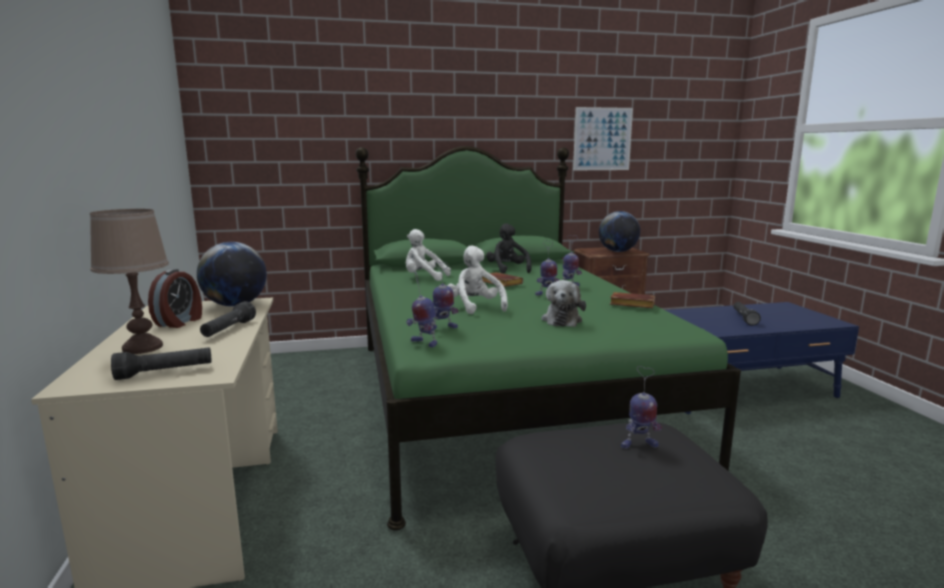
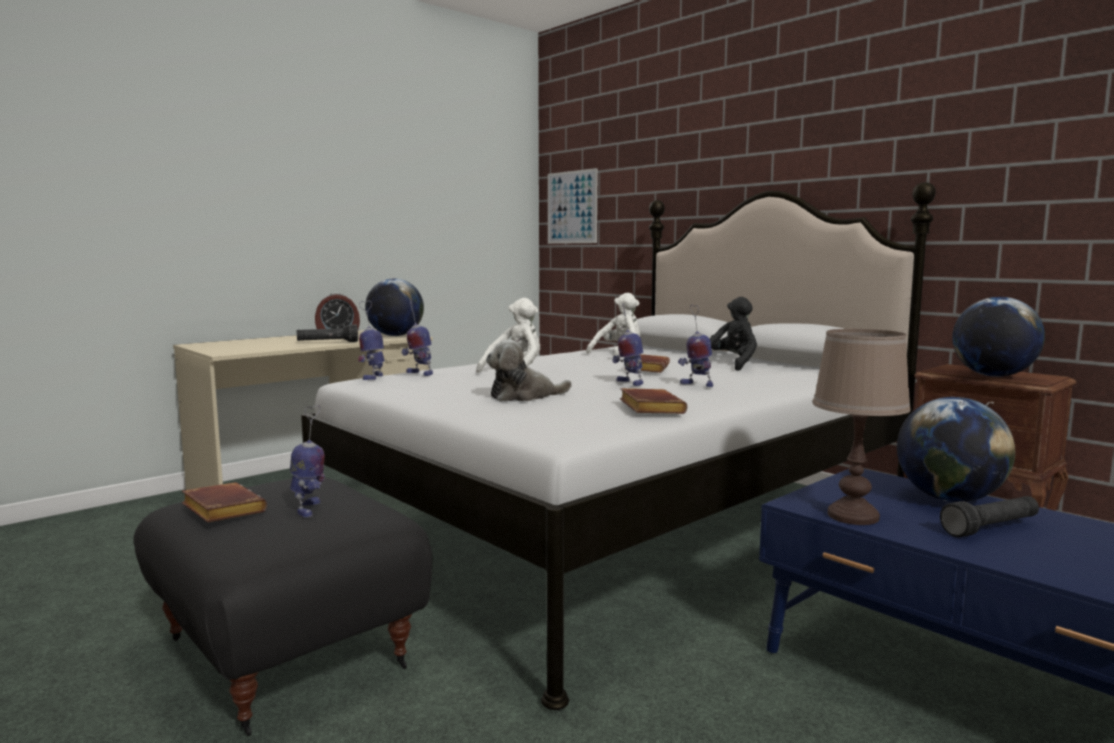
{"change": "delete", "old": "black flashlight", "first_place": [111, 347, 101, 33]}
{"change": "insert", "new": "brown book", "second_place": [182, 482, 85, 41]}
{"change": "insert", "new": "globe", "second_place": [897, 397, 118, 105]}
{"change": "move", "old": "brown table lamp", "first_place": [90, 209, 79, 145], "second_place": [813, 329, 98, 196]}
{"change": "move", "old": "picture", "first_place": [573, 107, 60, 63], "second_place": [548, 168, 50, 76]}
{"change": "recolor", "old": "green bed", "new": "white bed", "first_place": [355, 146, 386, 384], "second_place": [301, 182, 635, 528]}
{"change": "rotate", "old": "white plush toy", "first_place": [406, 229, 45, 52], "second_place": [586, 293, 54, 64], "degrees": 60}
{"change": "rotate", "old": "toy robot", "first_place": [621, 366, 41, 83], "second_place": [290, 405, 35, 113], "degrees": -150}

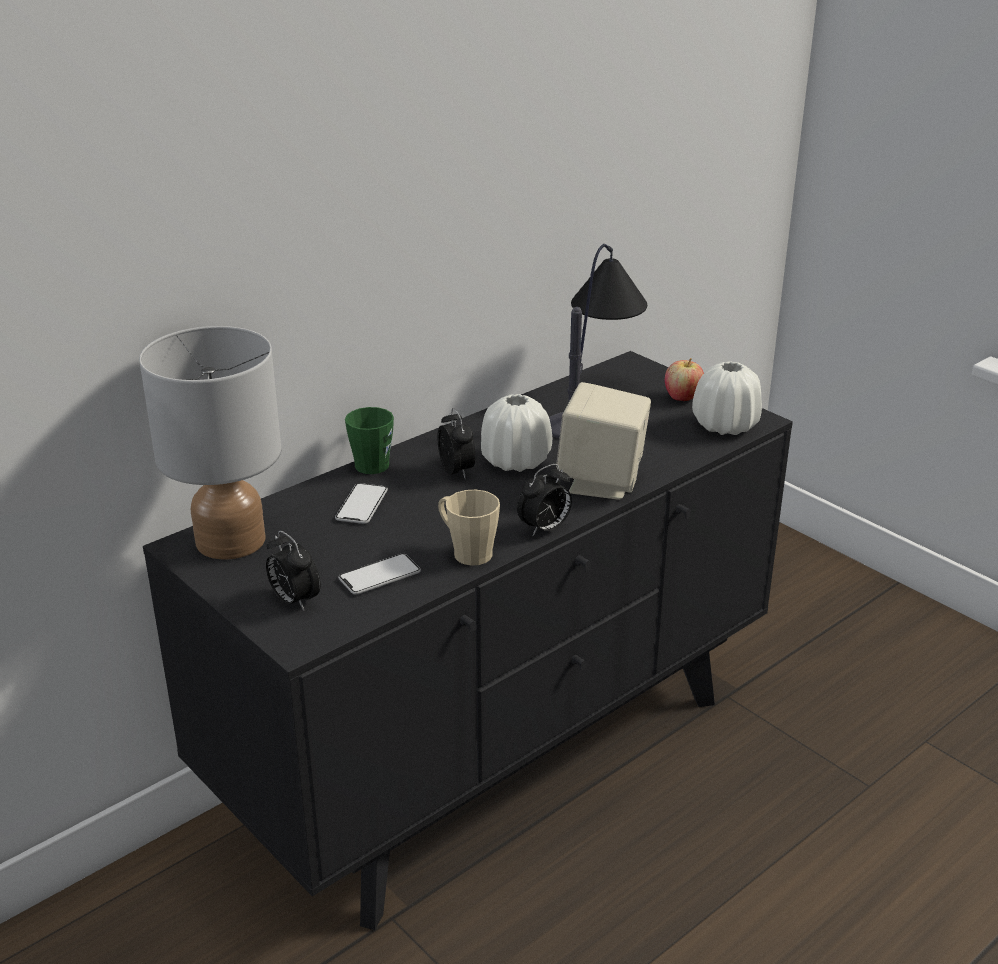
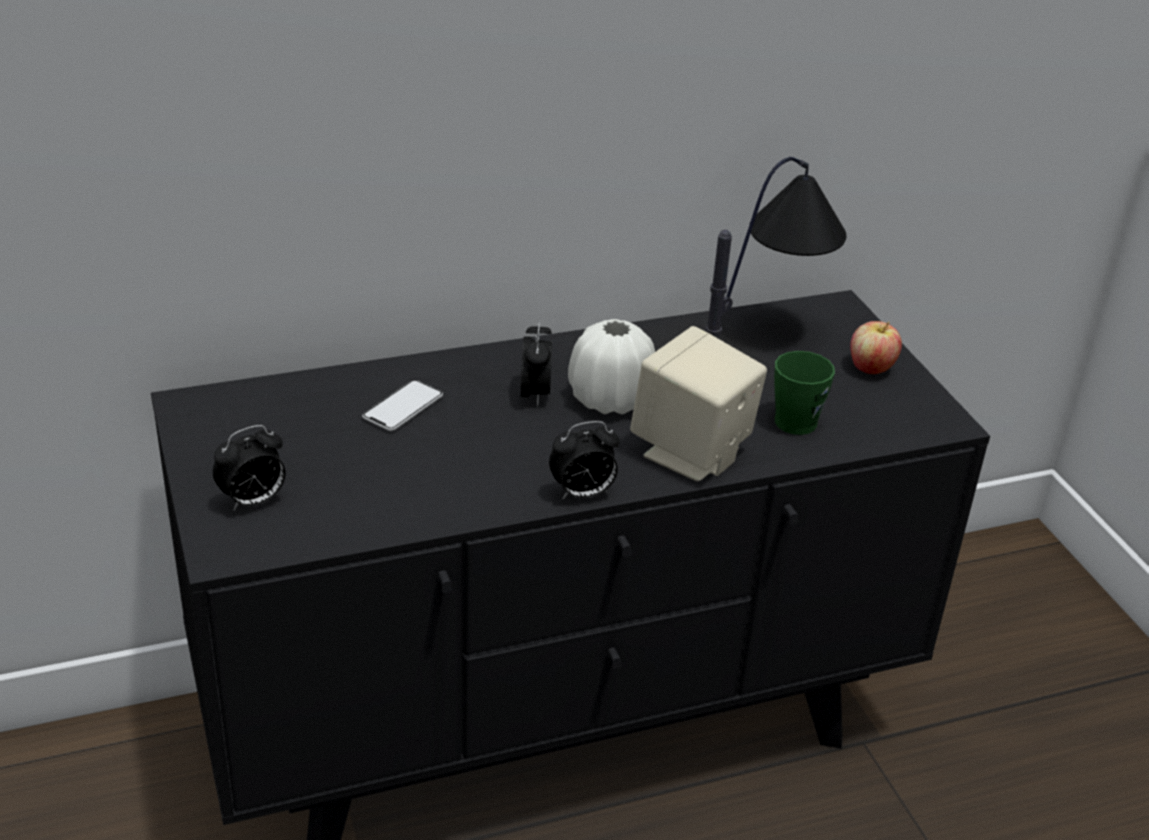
{"change": "delete", "old": "grey table lamp", "first_place": [139, 326, 142, 234]}
{"change": "delete", "old": "phone", "first_place": [338, 554, 83, 41]}
{"change": "delete", "old": "beige mug", "first_place": [438, 490, 62, 76]}
{"change": "delete", "old": "white vase", "first_place": [692, 361, 70, 74]}
{"change": "move", "old": "green mug", "first_place": [345, 407, 49, 67], "second_place": [774, 351, 61, 84]}
{"change": "rotate", "old": "alarm clock", "first_place": [266, 531, 54, 80], "second_place": [213, 425, 73, 86], "degrees": -105}

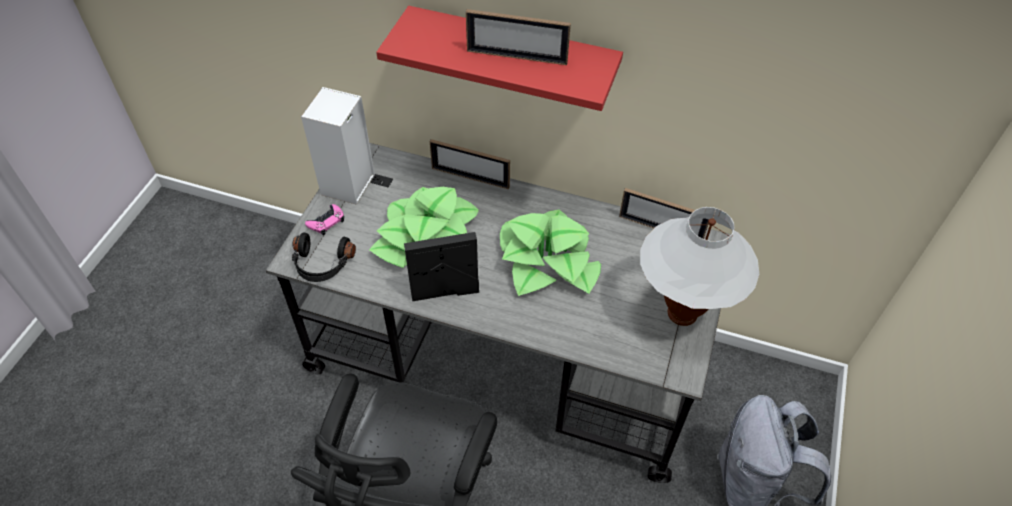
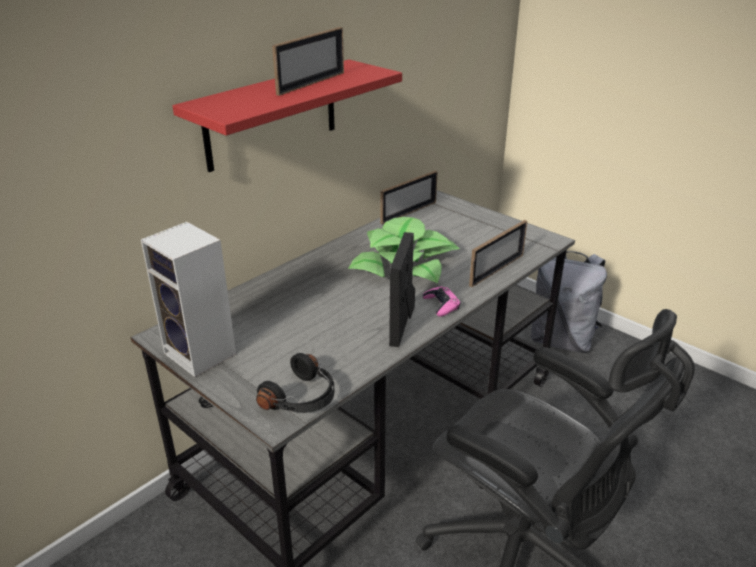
{"change": "delete", "old": "potted plant", "first_place": [369, 187, 110, 81]}
{"change": "delete", "old": "white table lamp", "first_place": [640, 207, 119, 119]}
{"change": "move", "old": "pink game controller", "first_place": [305, 204, 39, 31], "second_place": [422, 286, 38, 31]}
{"change": "move", "old": "picture frame", "first_place": [430, 139, 80, 50], "second_place": [469, 220, 58, 67]}

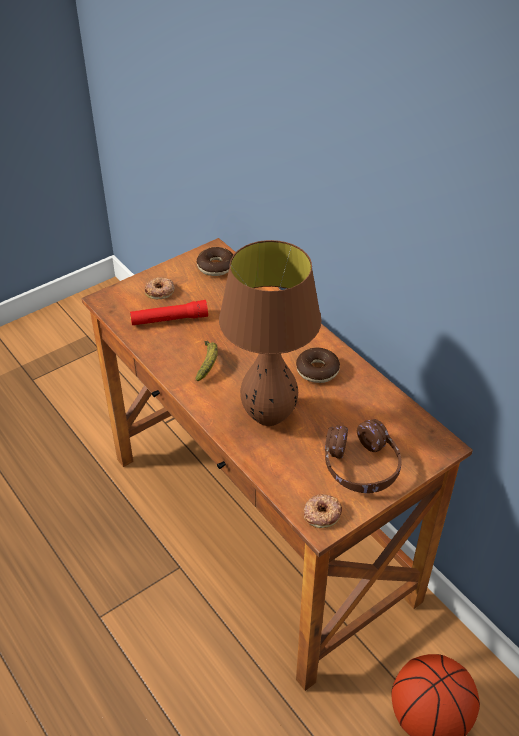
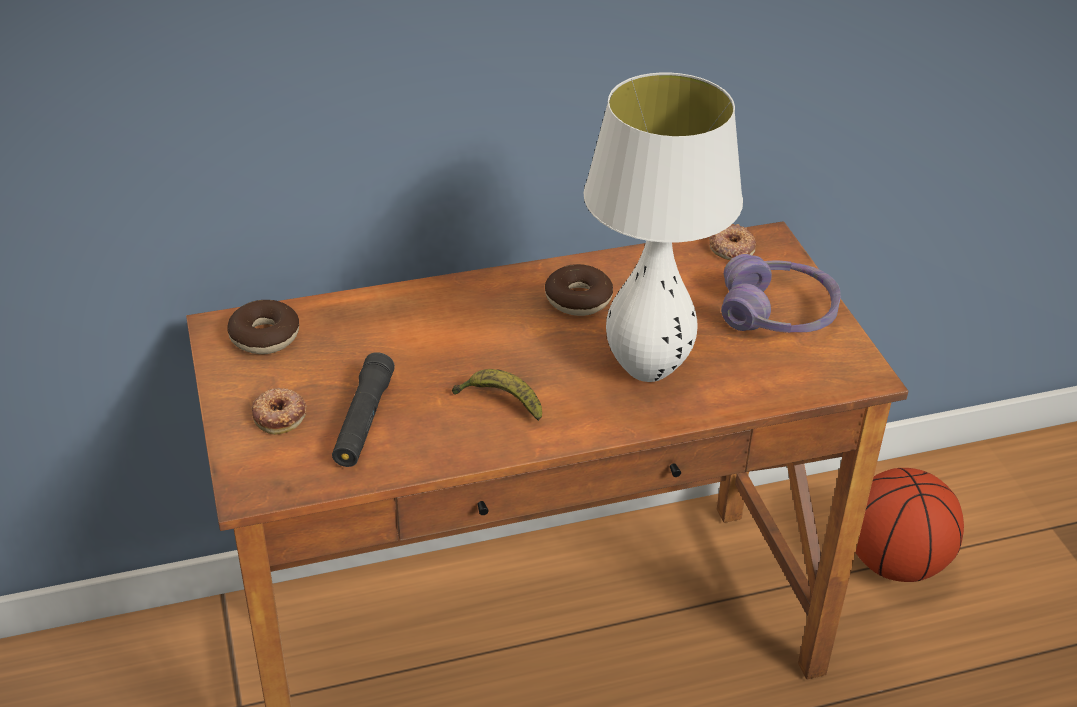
{"change": "move", "old": "donut", "first_place": [304, 494, 38, 34], "second_place": [709, 224, 47, 36]}
{"change": "recolor", "old": "red flashlight", "new": "black flashlight", "first_place": [130, 300, 78, 25], "second_place": [332, 352, 63, 115]}
{"change": "recolor", "old": "brown table lamp", "new": "white table lamp", "first_place": [219, 240, 103, 186], "second_place": [583, 73, 160, 309]}
{"change": "recolor", "old": "brown headphones", "new": "purple headphones", "first_place": [325, 419, 77, 74], "second_place": [721, 254, 120, 79]}

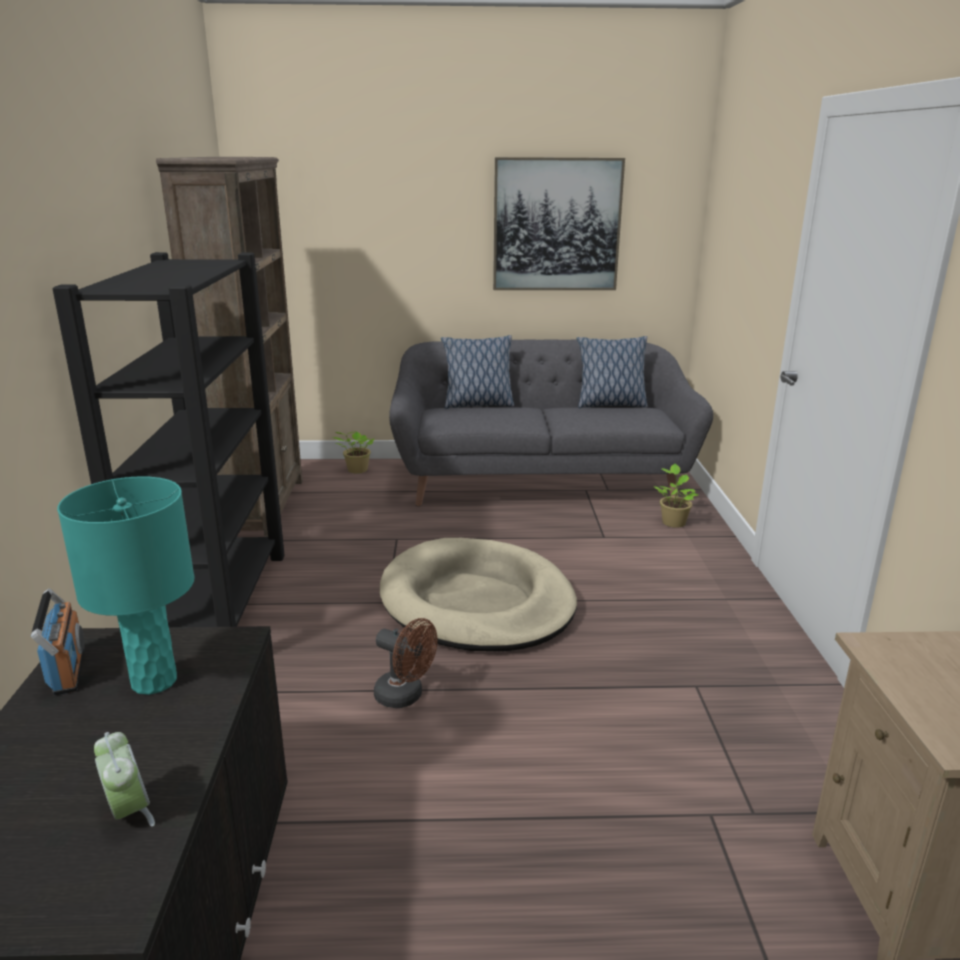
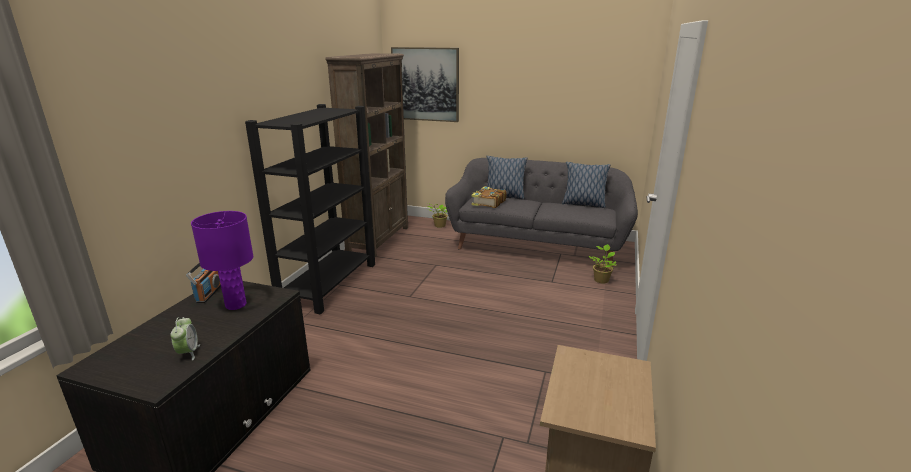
{"change": "delete", "old": "brown fan", "first_place": [374, 618, 64, 90]}
{"change": "delete", "old": "beige dog bed", "first_place": [380, 538, 197, 113]}
{"change": "insert", "new": "book", "second_place": [471, 186, 36, 22]}
{"change": "move", "old": "picture", "first_place": [493, 157, 132, 133], "second_place": [391, 47, 68, 75]}
{"change": "recolor", "old": "turquoise table lamp", "new": "purple table lamp", "first_place": [57, 476, 138, 219], "second_place": [191, 211, 62, 99]}

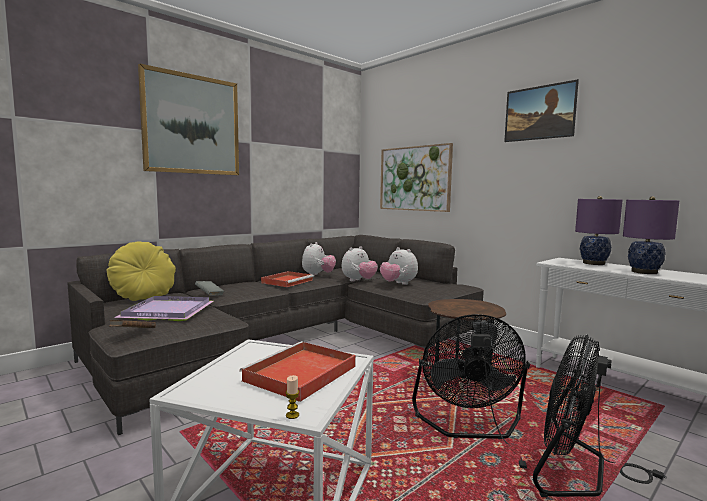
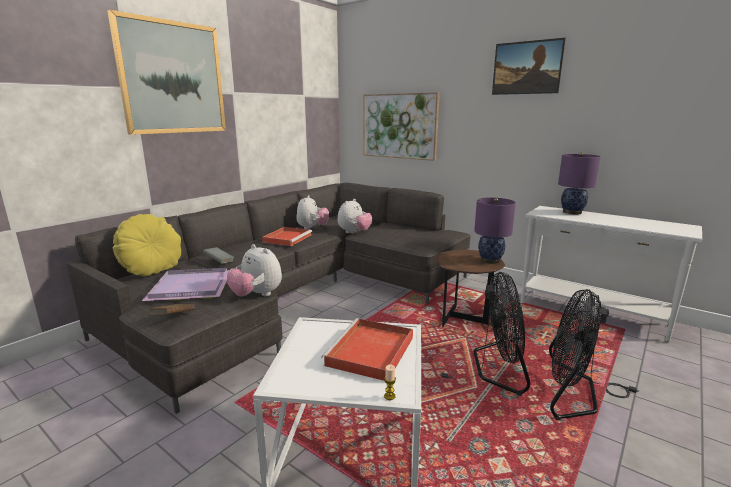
{"change": "move", "old": "plush toy", "first_place": [380, 247, 38, 38], "second_place": [227, 244, 55, 53]}
{"change": "move", "old": "purple table lamp", "first_place": [623, 196, 56, 78], "second_place": [474, 198, 42, 66]}
{"change": "rotate", "old": "black fan", "first_place": [412, 314, 118, 156], "second_place": [439, 272, 91, 124], "degrees": 105}

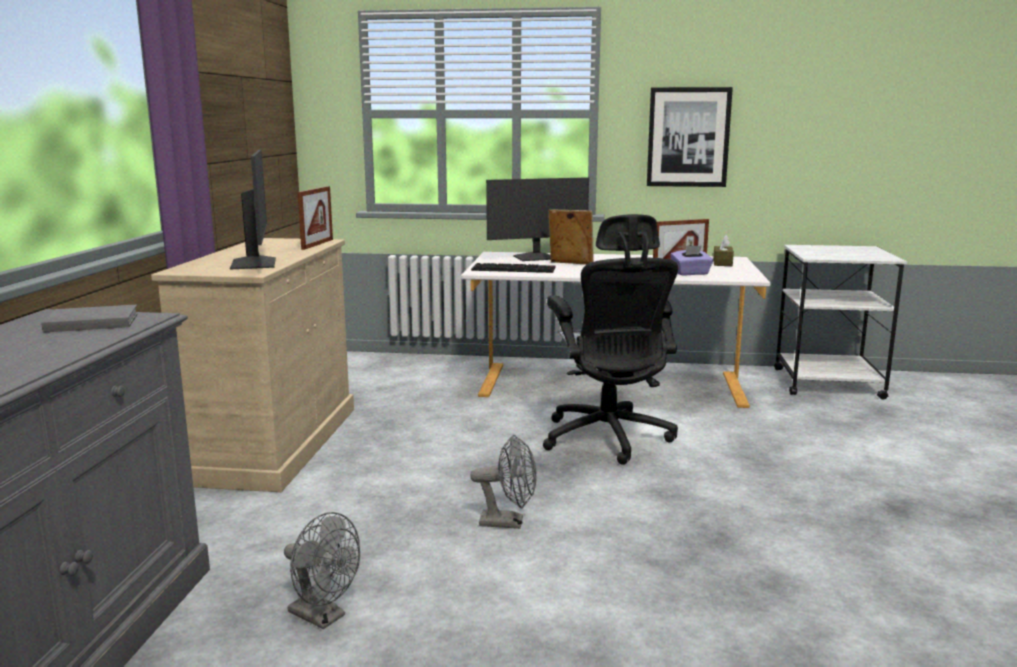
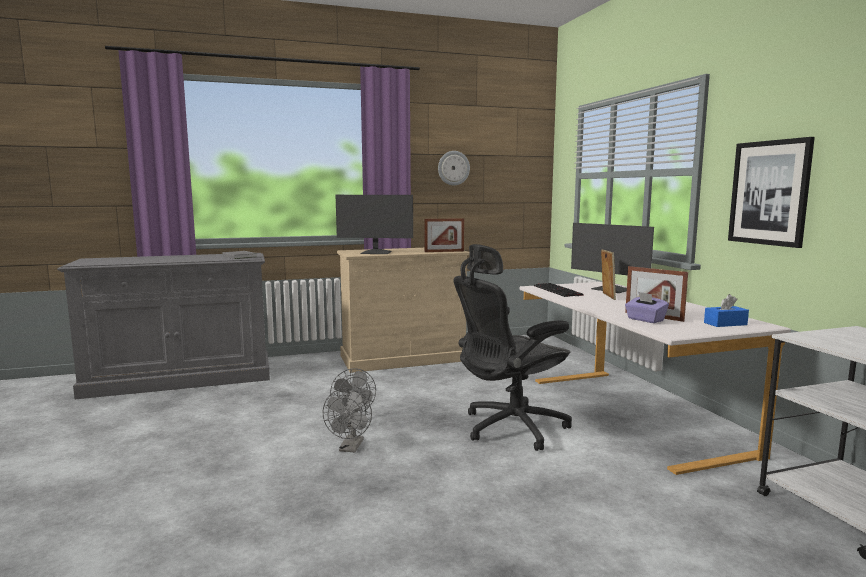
{"change": "insert", "new": "wall clock", "second_place": [438, 151, 32, 35]}
{"change": "move", "old": "grey fan", "first_place": [284, 512, 76, 117], "second_place": [322, 388, 50, 64]}
{"change": "recolor", "old": "brown tissue box", "new": "blue tissue box", "first_place": [713, 235, 21, 31], "second_place": [704, 294, 45, 33]}
{"change": "rotate", "old": "monitor", "first_place": [230, 150, 46, 119], "second_place": [336, 195, 77, 59], "degrees": 45}

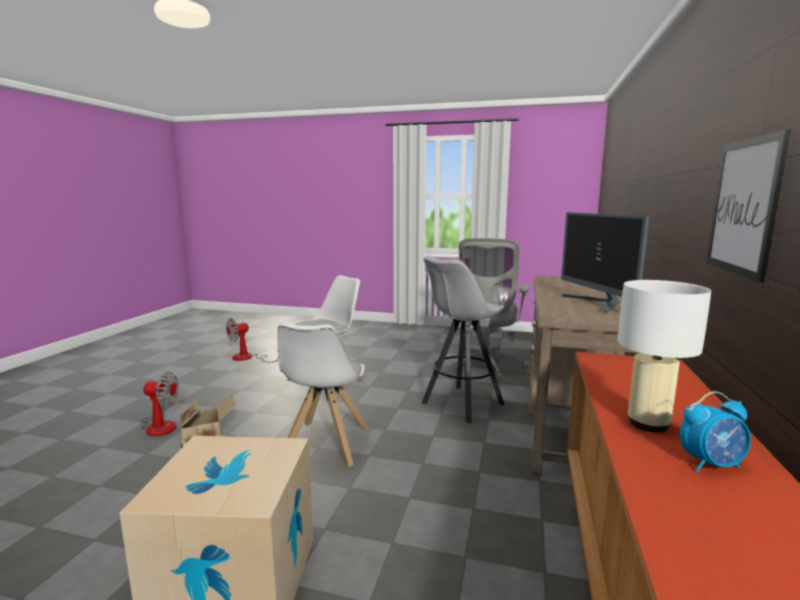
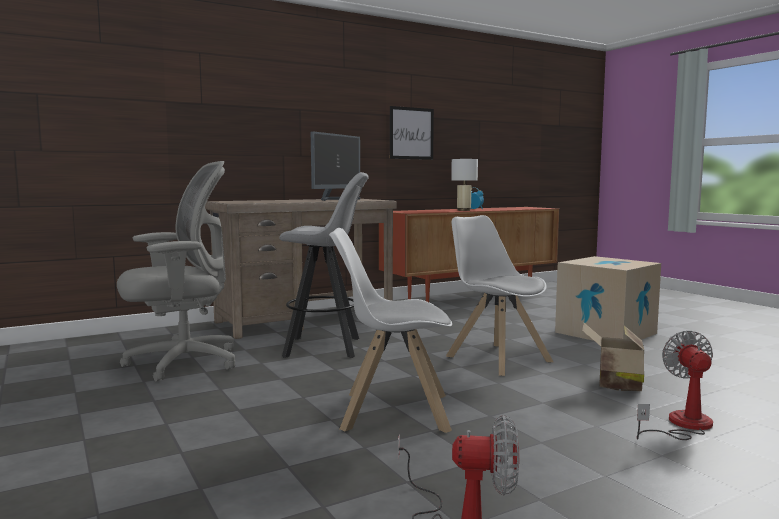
{"change": "rotate", "old": "fan", "first_place": [141, 372, 38, 64], "second_place": [637, 330, 76, 110], "degrees": 45}
{"change": "rotate", "old": "chair", "first_place": [277, 323, 93, 144], "second_place": [446, 215, 107, 161], "degrees": -90}

